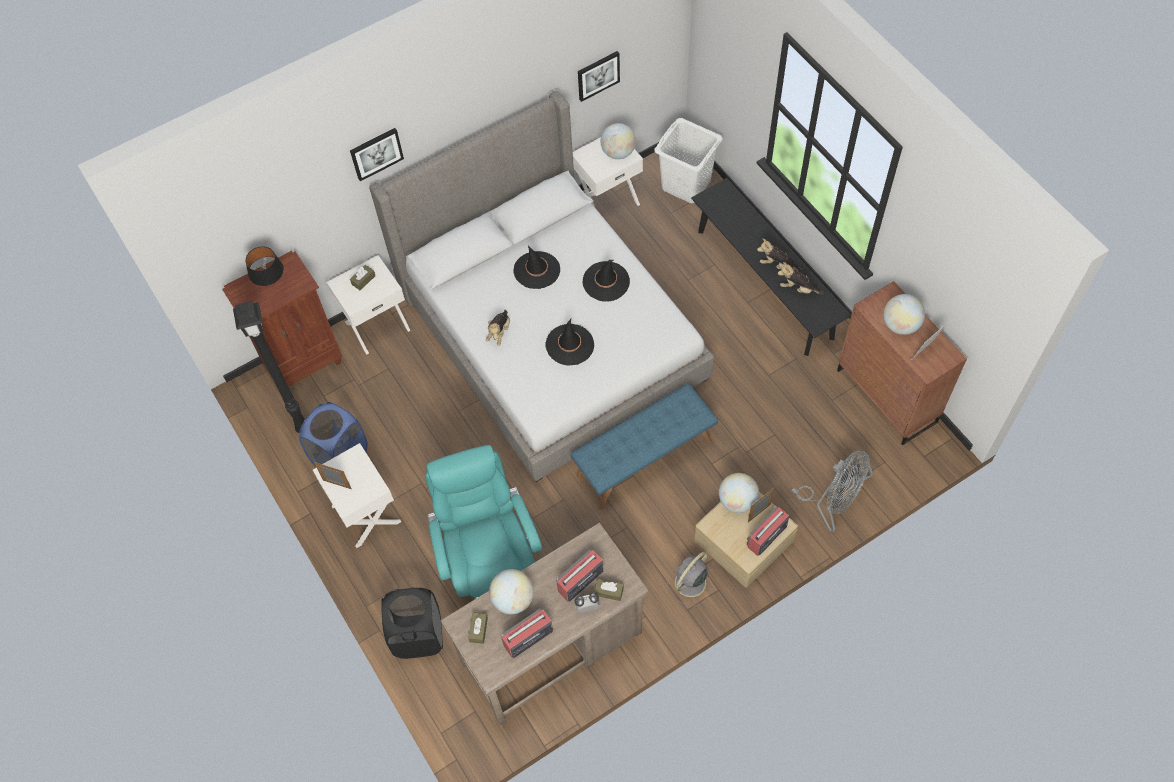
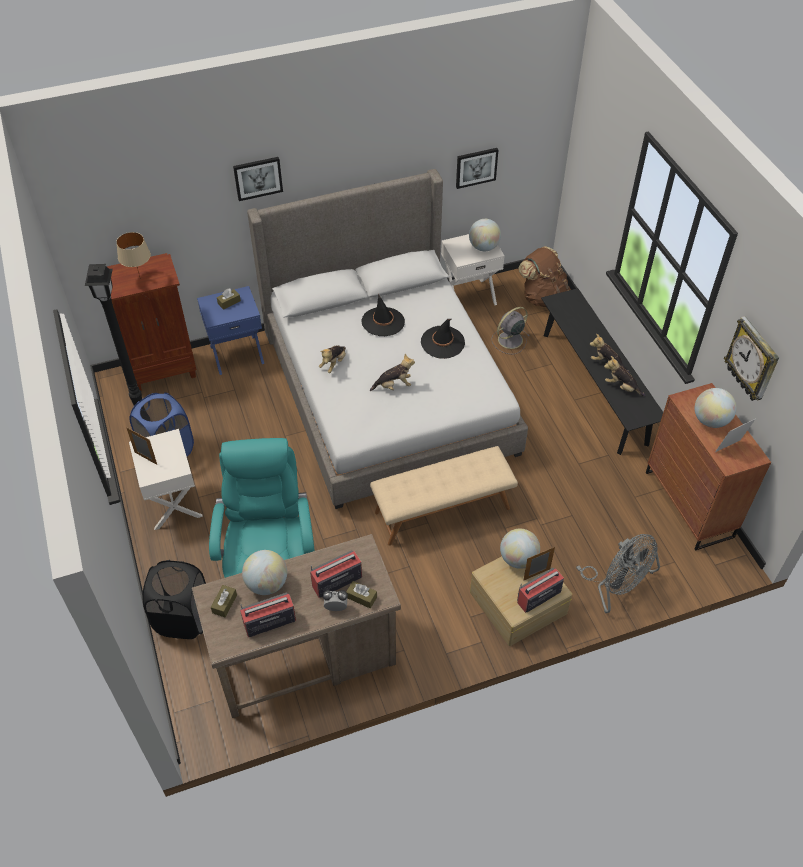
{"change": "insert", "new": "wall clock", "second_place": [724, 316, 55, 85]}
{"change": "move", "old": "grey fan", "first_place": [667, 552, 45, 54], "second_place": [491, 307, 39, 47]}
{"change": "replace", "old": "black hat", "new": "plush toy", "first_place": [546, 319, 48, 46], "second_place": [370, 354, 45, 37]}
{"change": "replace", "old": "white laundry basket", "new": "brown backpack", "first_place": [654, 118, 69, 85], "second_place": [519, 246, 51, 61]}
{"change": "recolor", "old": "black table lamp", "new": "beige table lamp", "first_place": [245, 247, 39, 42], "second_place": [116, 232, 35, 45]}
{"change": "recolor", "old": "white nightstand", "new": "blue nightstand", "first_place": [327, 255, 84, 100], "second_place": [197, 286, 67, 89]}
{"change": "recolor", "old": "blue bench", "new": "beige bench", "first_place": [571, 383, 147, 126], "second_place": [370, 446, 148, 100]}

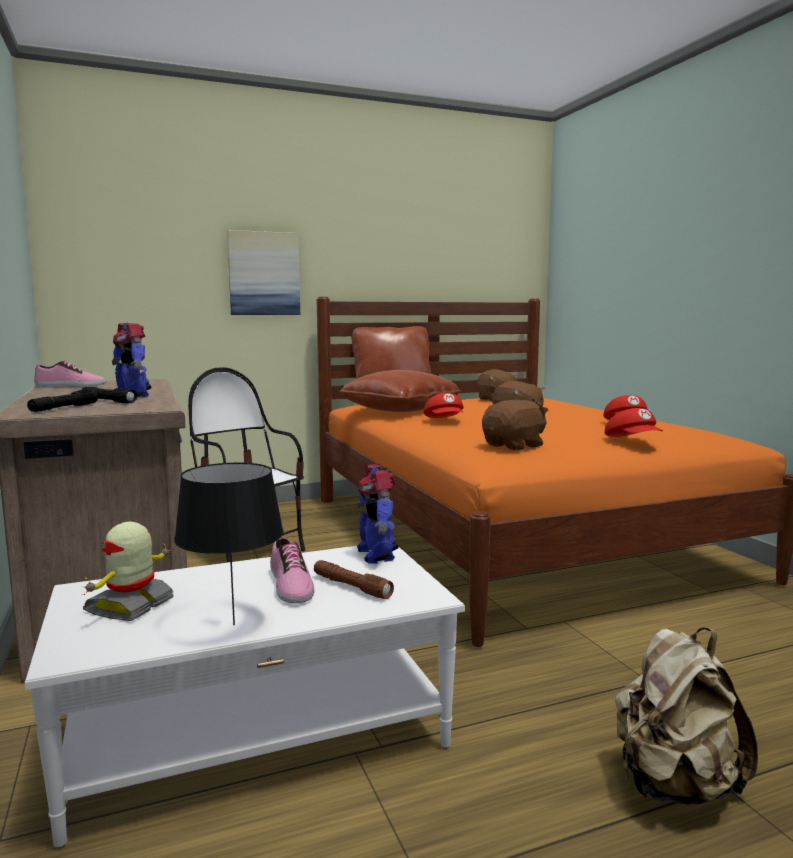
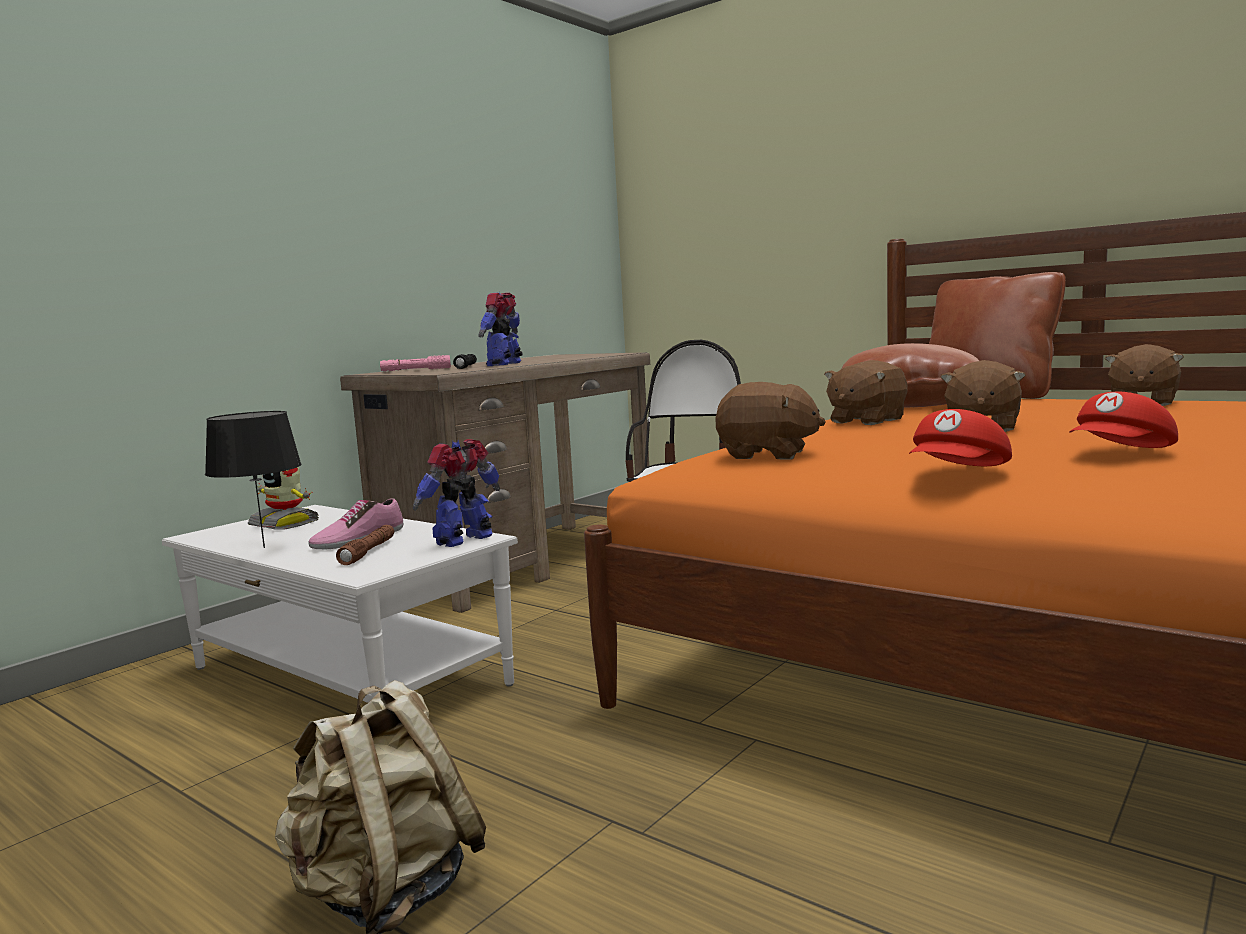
{"change": "delete", "old": "shoe", "first_place": [34, 360, 72, 27]}
{"change": "delete", "old": "picture", "first_place": [227, 230, 73, 85]}
{"change": "replace", "old": "red cap", "new": "brown plush toy", "first_place": [424, 393, 40, 25], "second_place": [824, 360, 84, 65]}
{"change": "recolor", "old": "black flashlight", "new": "pink flashlight", "first_place": [27, 389, 71, 23], "second_place": [380, 355, 71, 16]}
{"change": "rotate", "old": "toy robot", "first_place": [83, 522, 91, 99], "second_place": [248, 467, 71, 63], "degrees": -135}

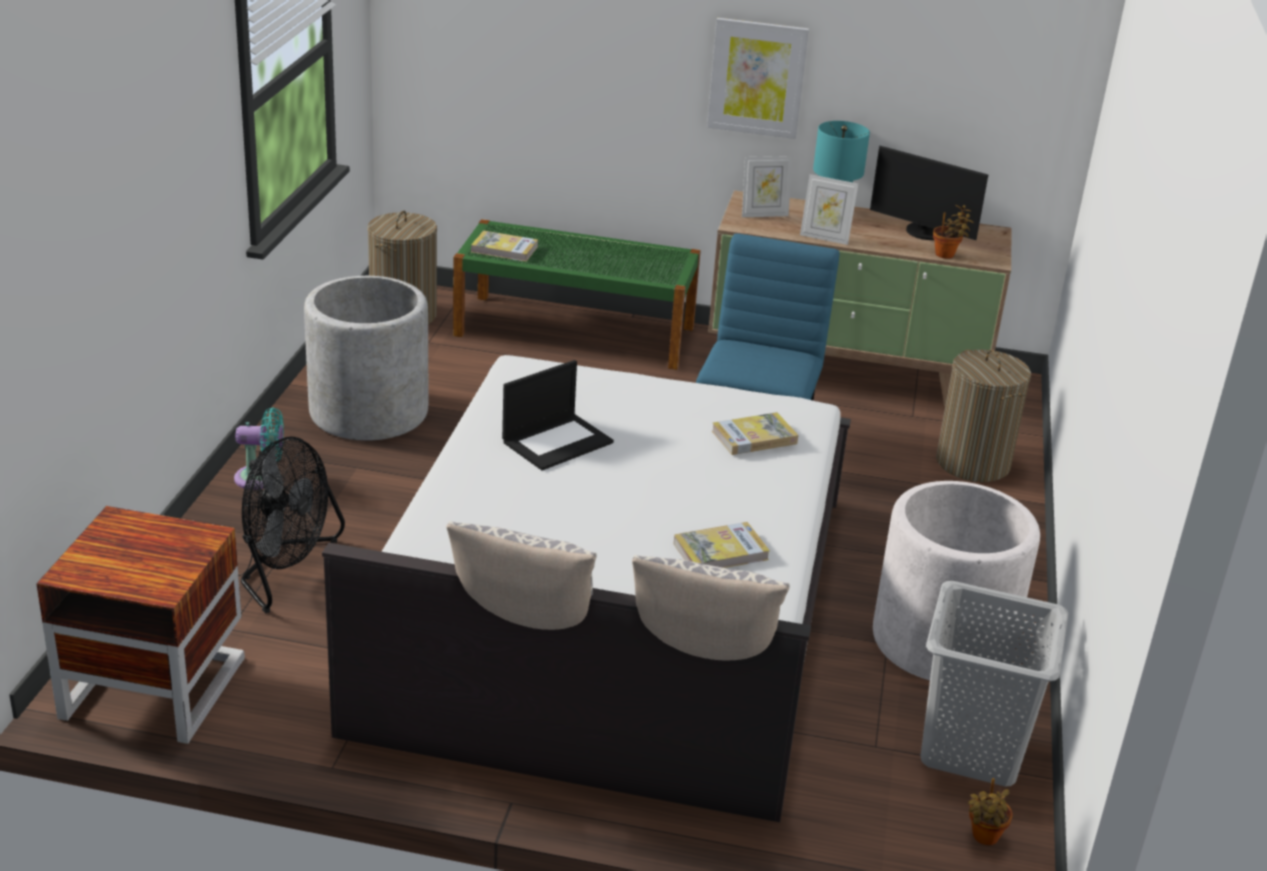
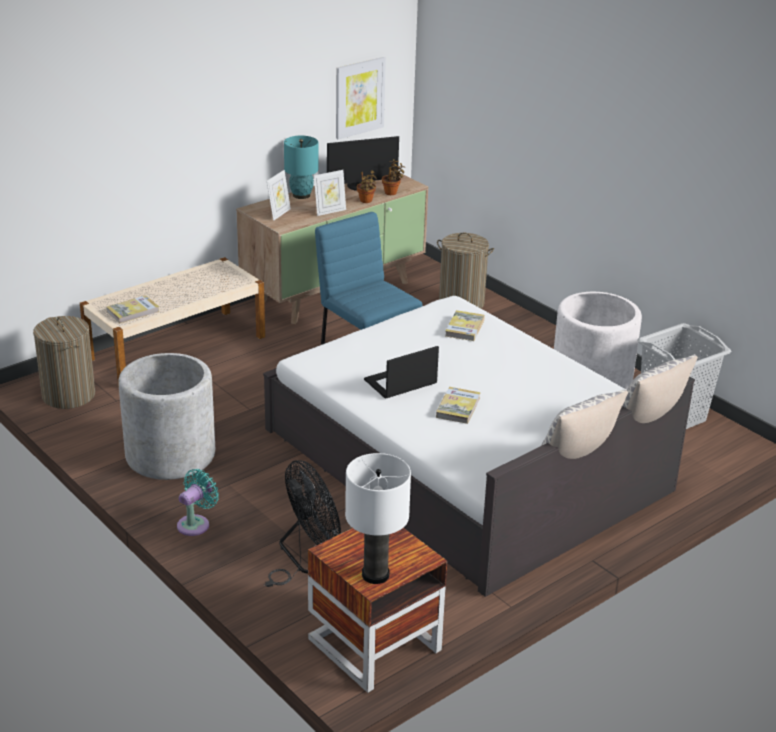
{"change": "insert", "new": "white table lamp", "second_place": [345, 453, 66, 131]}
{"change": "move", "old": "book", "first_place": [674, 522, 96, 46], "second_place": [436, 387, 45, 37]}
{"change": "move", "old": "picture", "first_place": [707, 18, 102, 121], "second_place": [336, 57, 50, 83]}
{"change": "move", "old": "potted plant", "first_place": [968, 778, 44, 67], "second_place": [357, 170, 20, 33]}
{"change": "recolor", "old": "green bench", "new": "beige bench", "first_place": [453, 219, 248, 151], "second_place": [80, 257, 185, 130]}
{"change": "rotate", "old": "laptop", "first_place": [502, 360, 112, 110], "second_place": [364, 346, 75, 53], "degrees": -120}

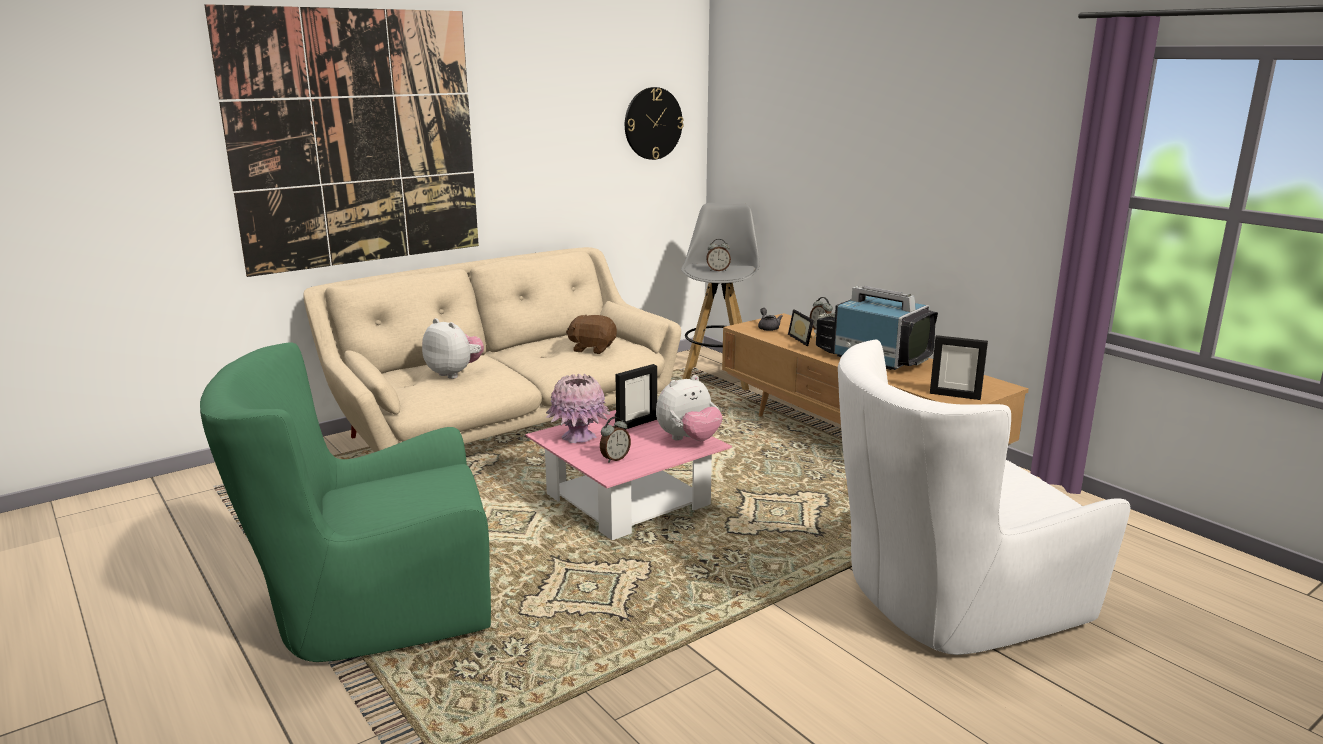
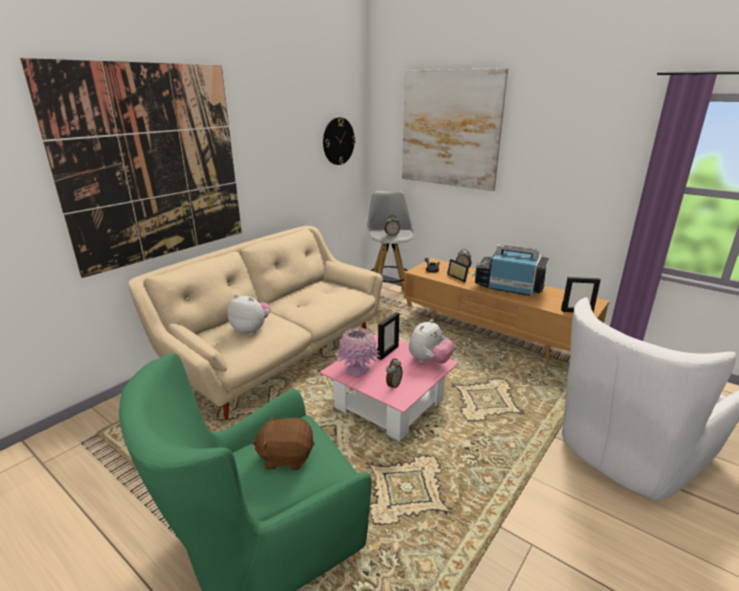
{"change": "insert", "new": "picture", "second_place": [402, 68, 106, 123]}
{"change": "move", "old": "brown plush toy", "first_place": [566, 315, 51, 39], "second_place": [252, 415, 63, 55]}

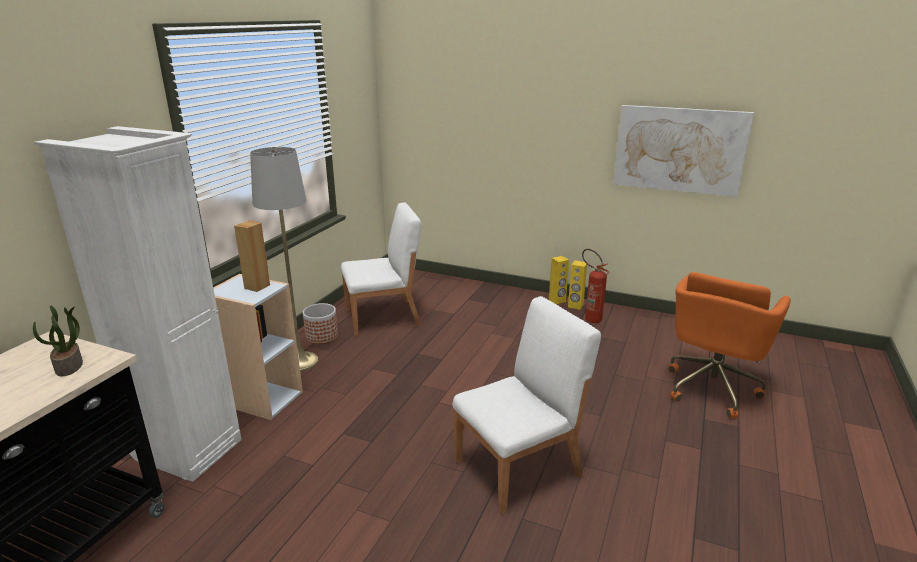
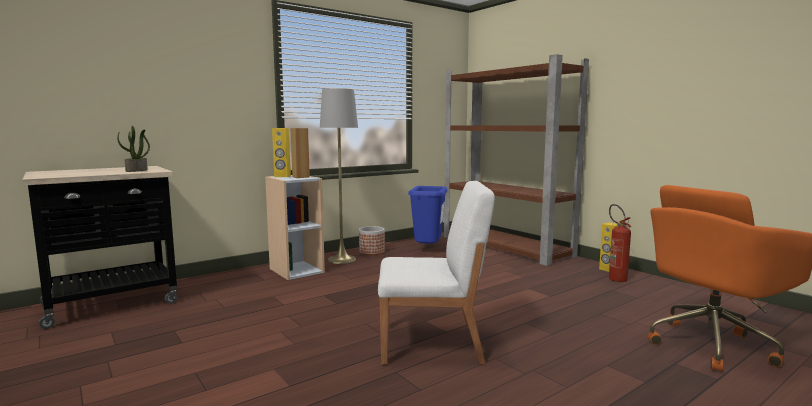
{"change": "delete", "old": "white cabinet", "first_place": [34, 126, 208, 356]}
{"change": "delete", "old": "picture", "first_place": [613, 105, 141, 92]}
{"change": "insert", "new": "brown bookcase", "second_place": [444, 54, 145, 212]}
{"change": "move", "old": "yellow speaker", "first_place": [549, 256, 20, 48], "second_place": [272, 128, 19, 49]}
{"change": "replace", "old": "white chair", "new": "blue trash can", "first_place": [341, 202, 80, 134], "second_place": [408, 186, 39, 58]}

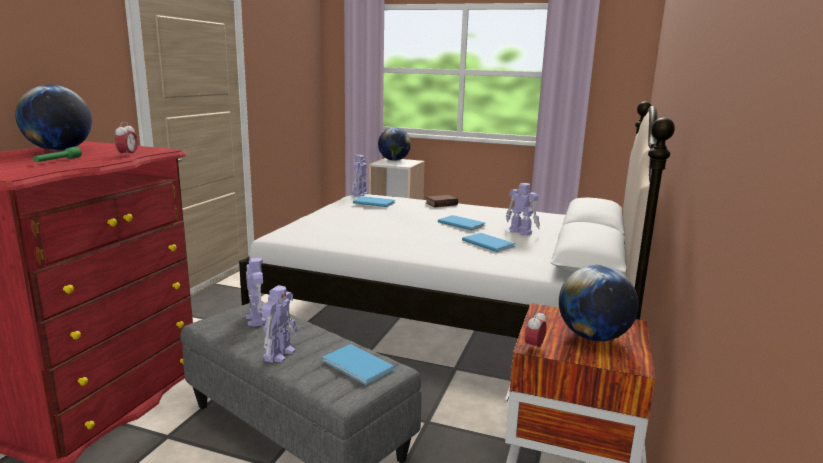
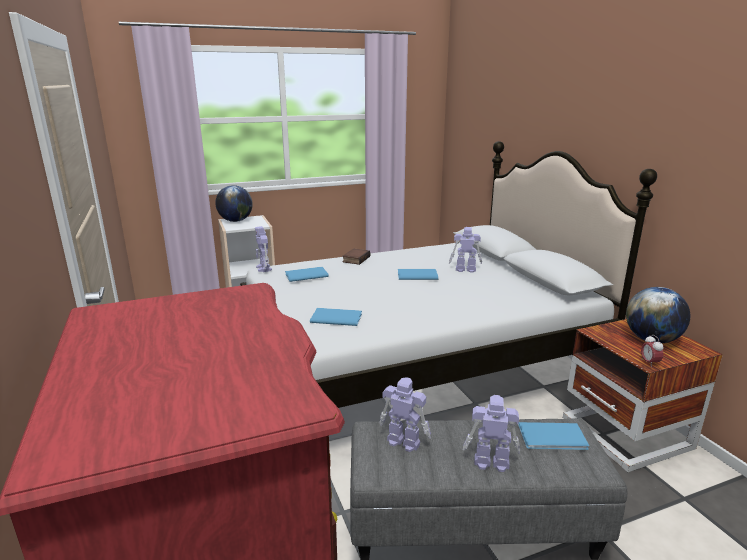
{"change": "delete", "old": "globe", "first_place": [15, 85, 77, 66]}
{"change": "delete", "old": "green flashlight", "first_place": [33, 147, 49, 15]}
{"change": "delete", "old": "alarm clock", "first_place": [115, 122, 23, 35]}
{"change": "move", "old": "blue book", "first_place": [462, 233, 53, 19], "second_place": [310, 308, 52, 18]}
{"change": "rotate", "old": "toy robot", "first_place": [262, 285, 35, 78], "second_place": [463, 395, 57, 77], "degrees": -60}

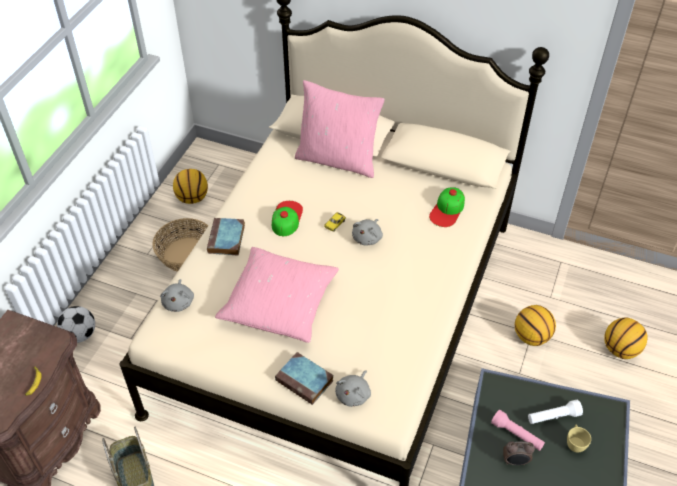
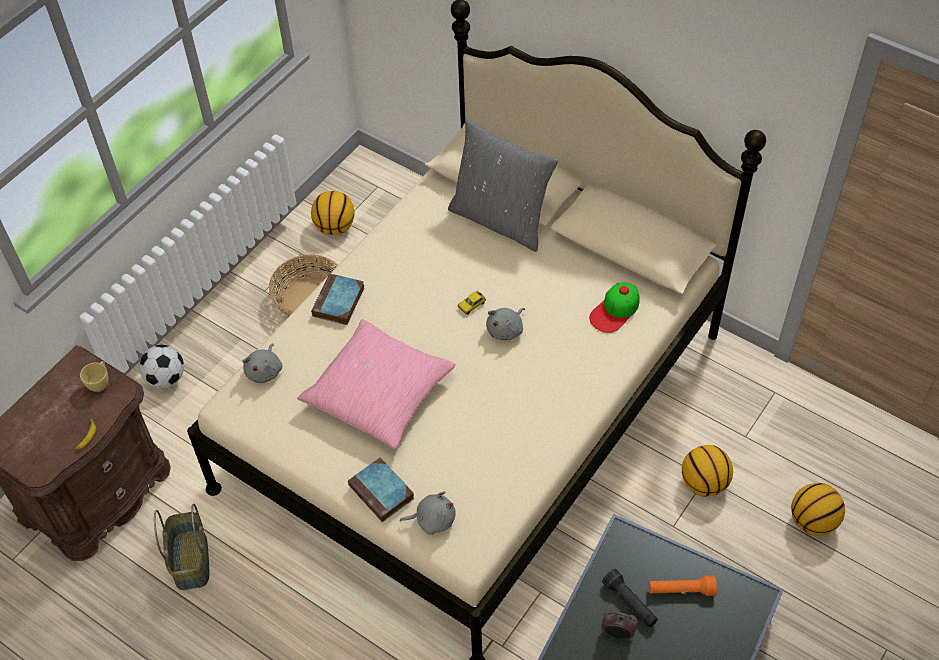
{"change": "delete", "old": "cap", "first_place": [272, 201, 31, 35]}
{"change": "move", "old": "yellow cup", "first_place": [567, 425, 24, 28], "second_place": [80, 361, 28, 31]}
{"change": "recolor", "old": "pink pillow", "new": "grey pillow", "first_place": [295, 80, 90, 98], "second_place": [448, 119, 110, 133]}
{"change": "recolor", "old": "pink flashlight", "new": "black flashlight", "first_place": [491, 410, 54, 41], "second_place": [602, 569, 56, 58]}
{"change": "recolor", "old": "white flashlight", "new": "orange flashlight", "first_place": [528, 400, 55, 24], "second_place": [649, 575, 68, 21]}
{"change": "rotate", "old": "grey plush toy", "first_place": [335, 370, 36, 37], "second_place": [400, 491, 56, 44], "degrees": -135}

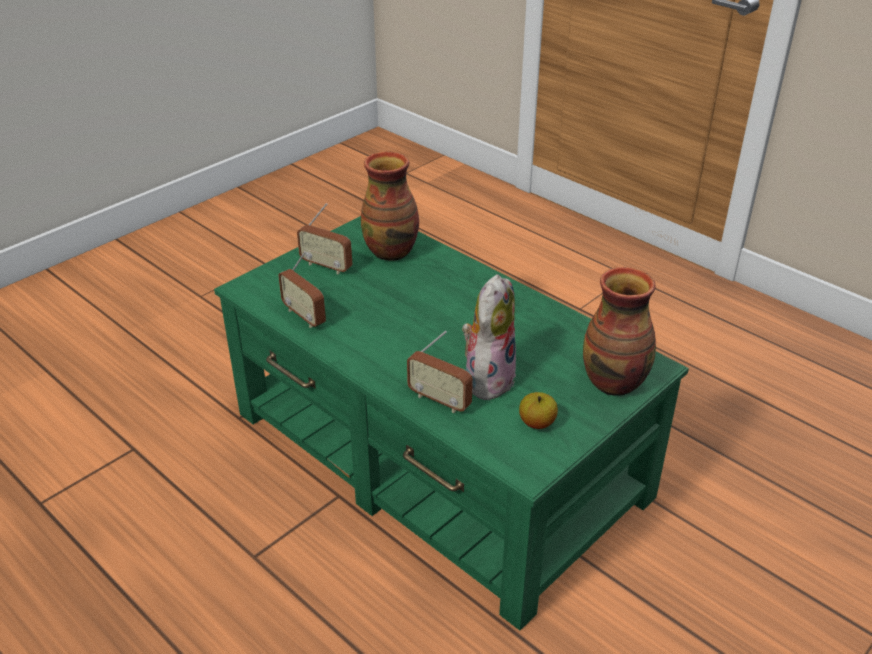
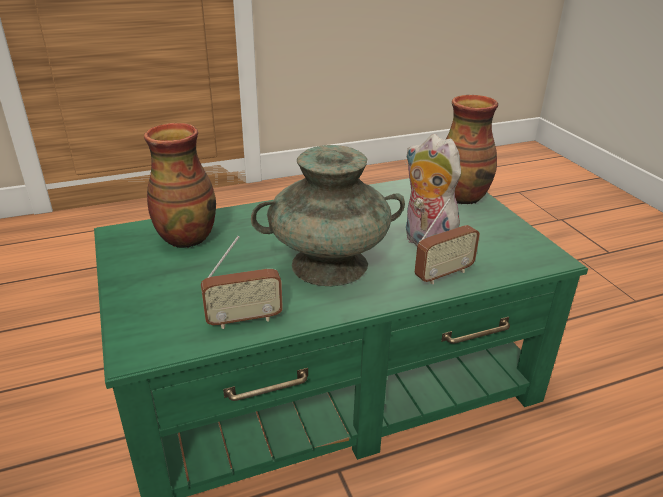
{"change": "delete", "old": "radio", "first_place": [297, 203, 55, 72]}
{"change": "delete", "old": "apple", "first_place": [519, 392, 39, 37]}
{"change": "insert", "new": "turquoise vase", "second_place": [251, 145, 154, 141]}

